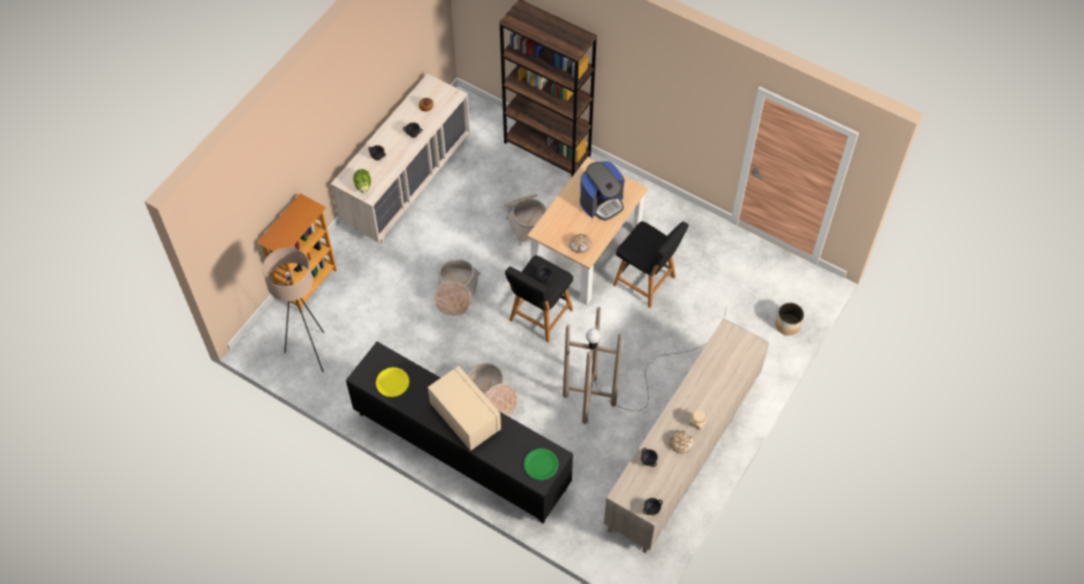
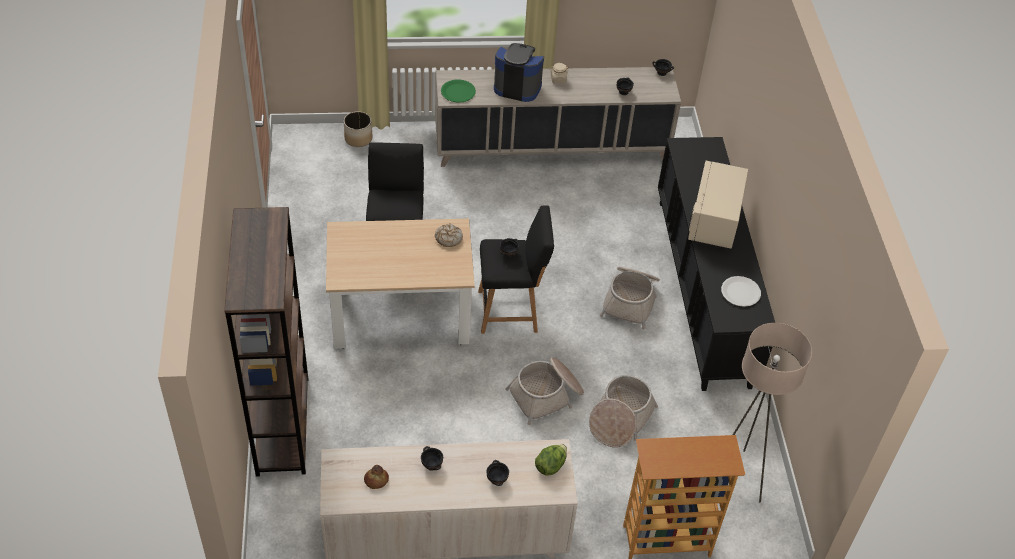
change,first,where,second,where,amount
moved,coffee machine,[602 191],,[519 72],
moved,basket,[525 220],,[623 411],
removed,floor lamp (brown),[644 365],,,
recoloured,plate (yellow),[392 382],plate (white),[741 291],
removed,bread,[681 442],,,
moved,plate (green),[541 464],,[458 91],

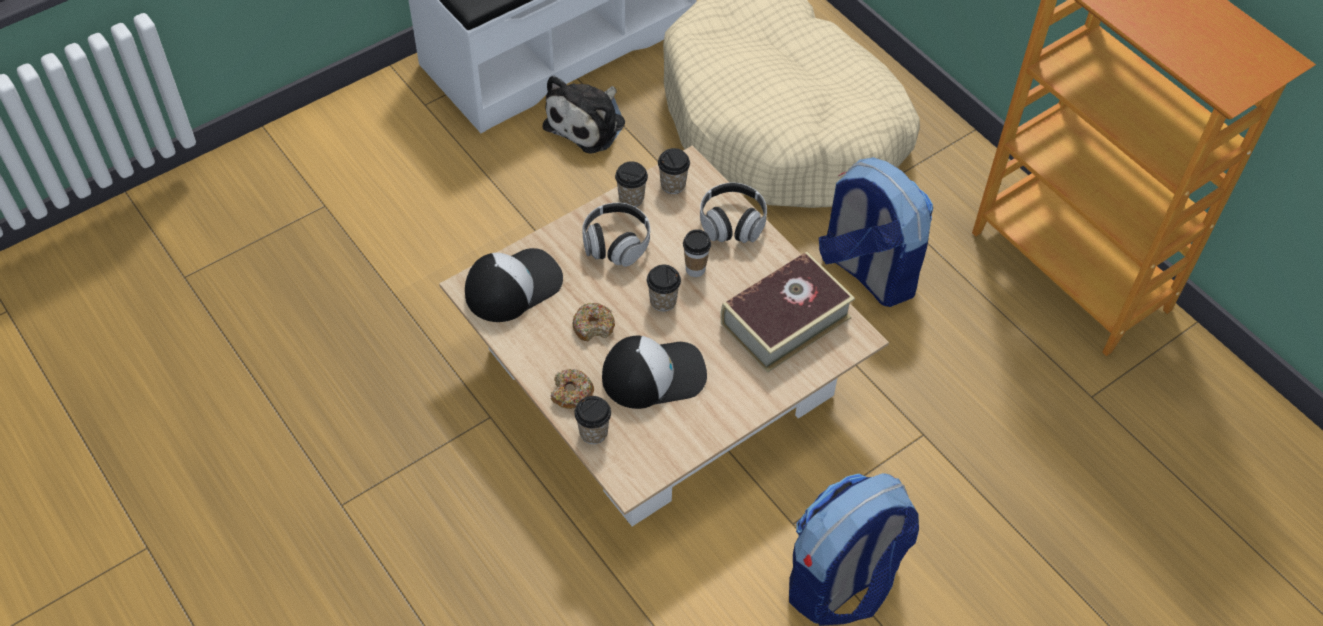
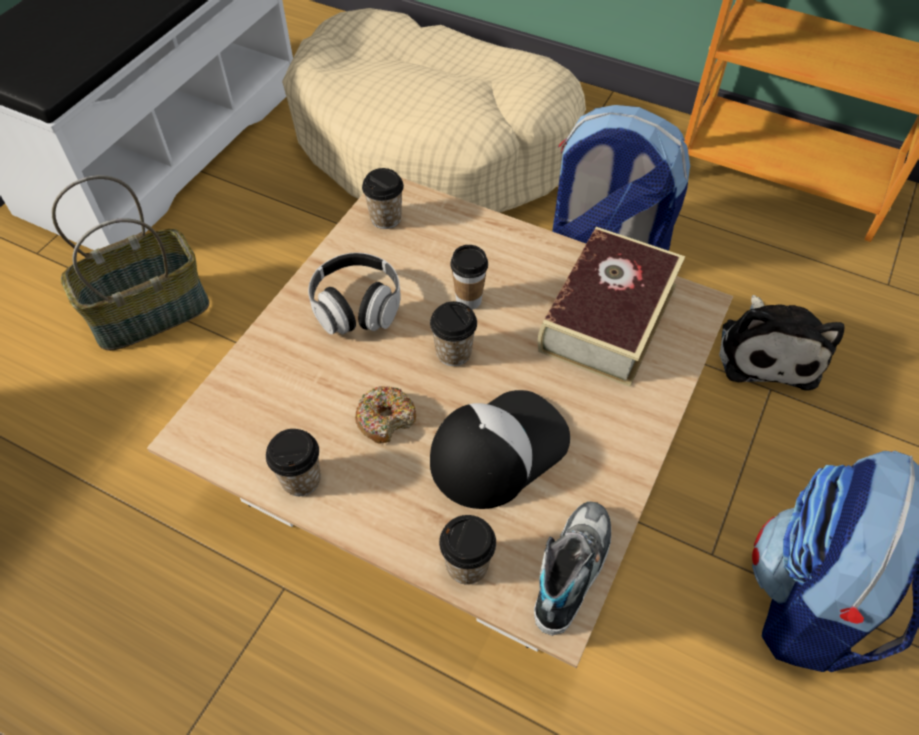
change,first,where,second,where,amount
moved,plush toy,[584 115],,[781 343],
moved,cup,[631 184],,[293 462],
removed,headphones,[733 212],,,
removed,cap,[514 285],,,
removed,donut,[572 389],,,
added,,,basket,[130 263],
added,,,shoe,[572 569],

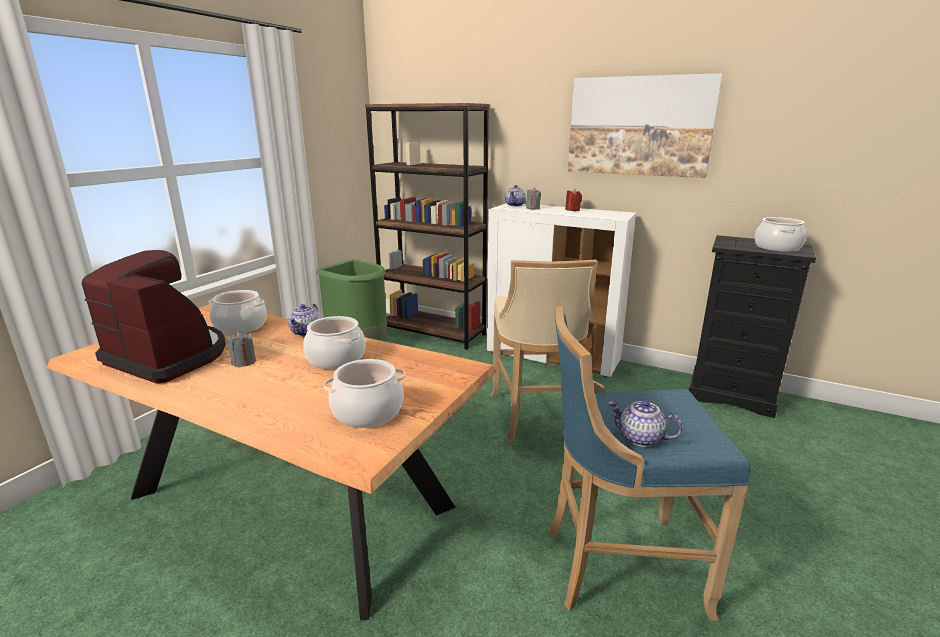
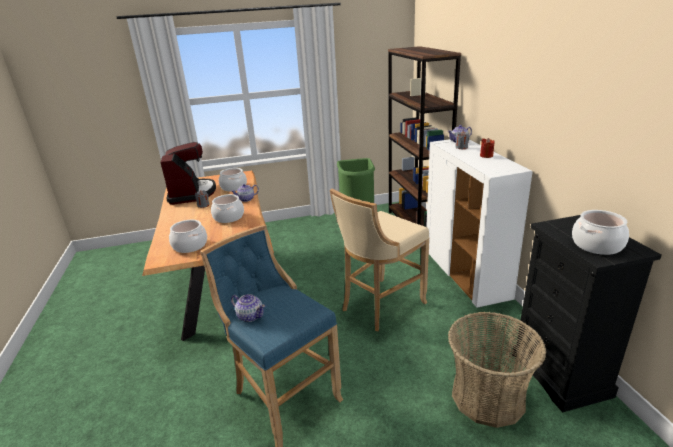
change,first,where,second,where,amount
removed,picture,[645 125],,,
turned,teapot,[645 423],,[248 308],135 degrees clockwise
added,,,basket,[497 370],

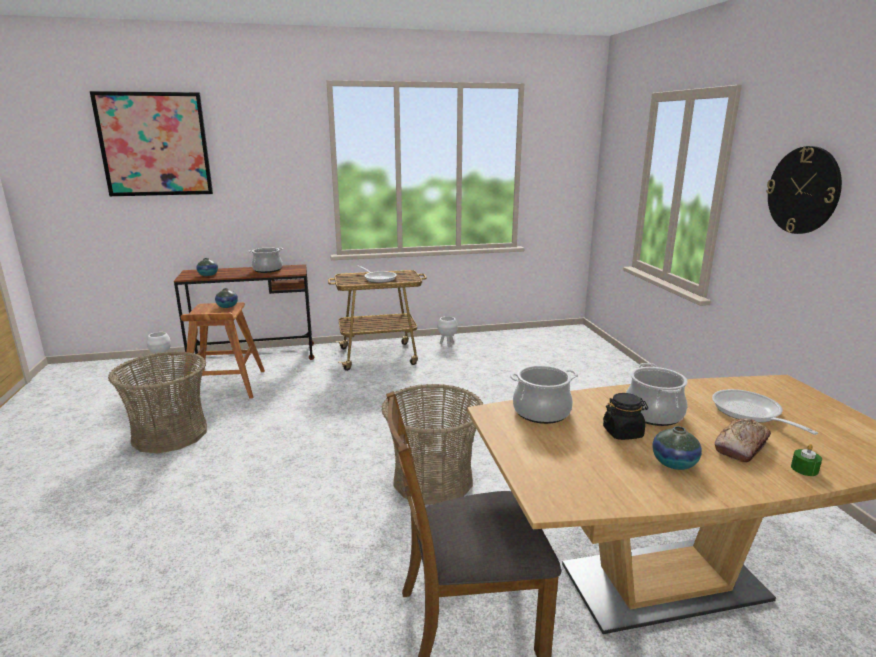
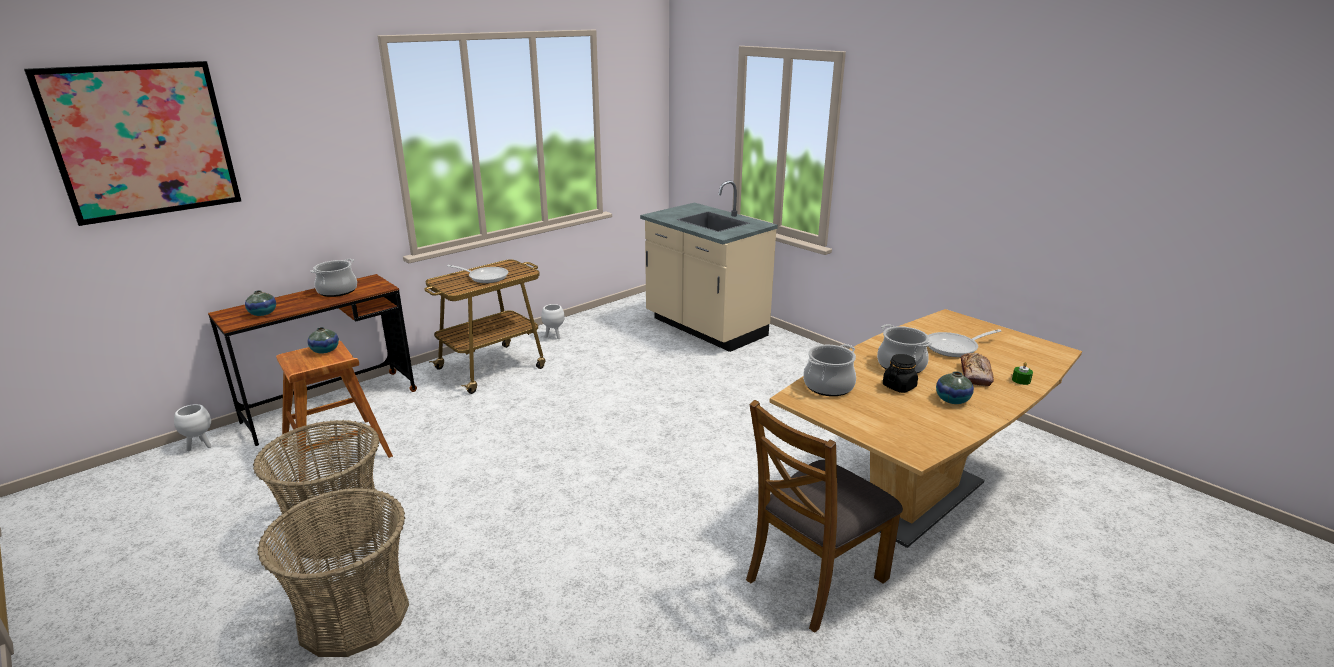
change,first,where,second,where,amount
removed,wall clock,[804 190],,,
moved,basket,[432 444],,[333 572],
turned,frying pan,[765 412],,[964 343],60 degrees counterclockwise
added,,,counter (beige),[709 266],

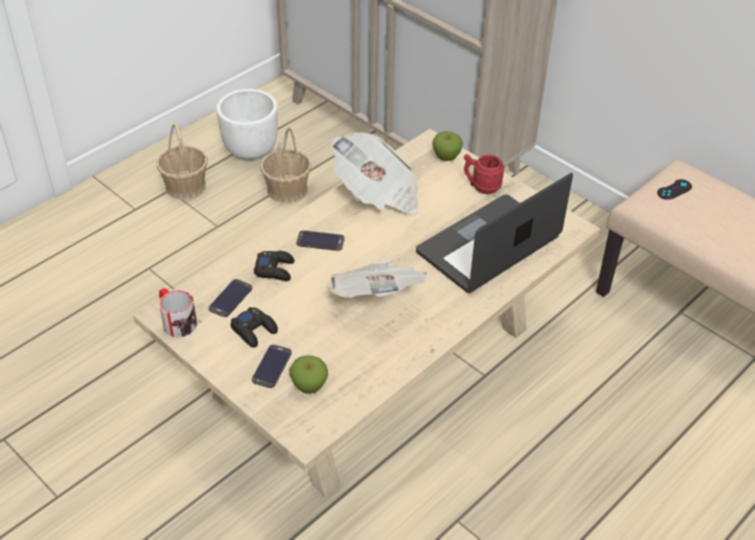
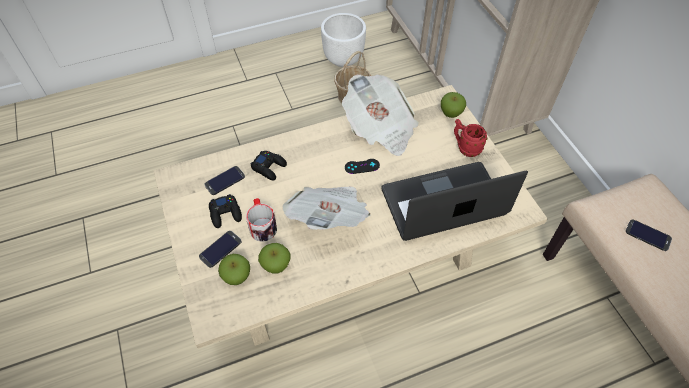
change,first,where,second,where,amount
removed,basket,[182 161],,,
moved,game controller (black),[674 189],,[362 166],
moved,phone,[320 240],,[649 235],
moved,mug,[178 312],,[261 220],
added,,,apple,[274 258],

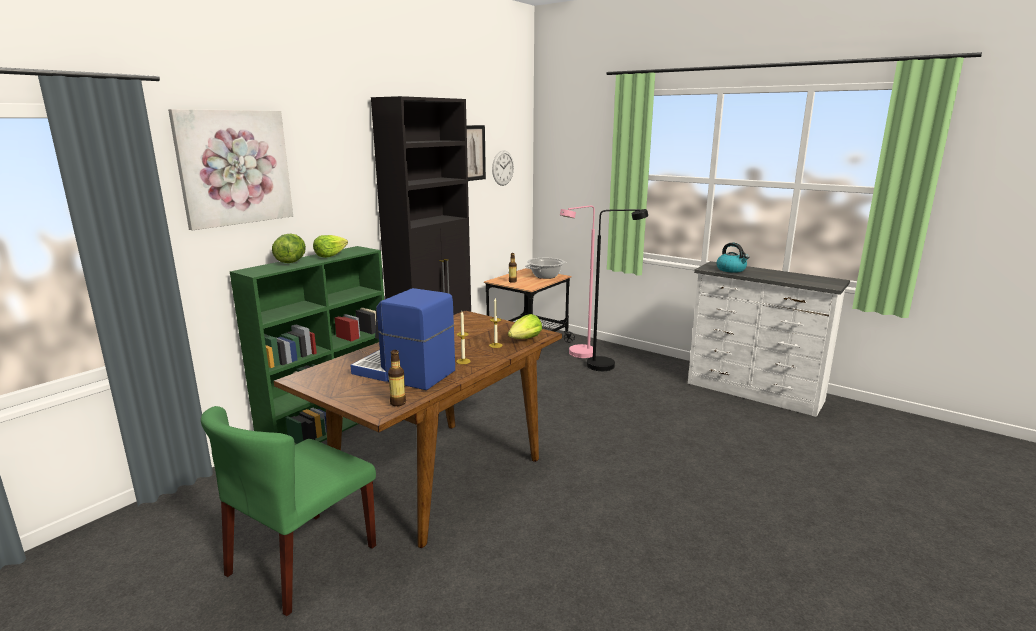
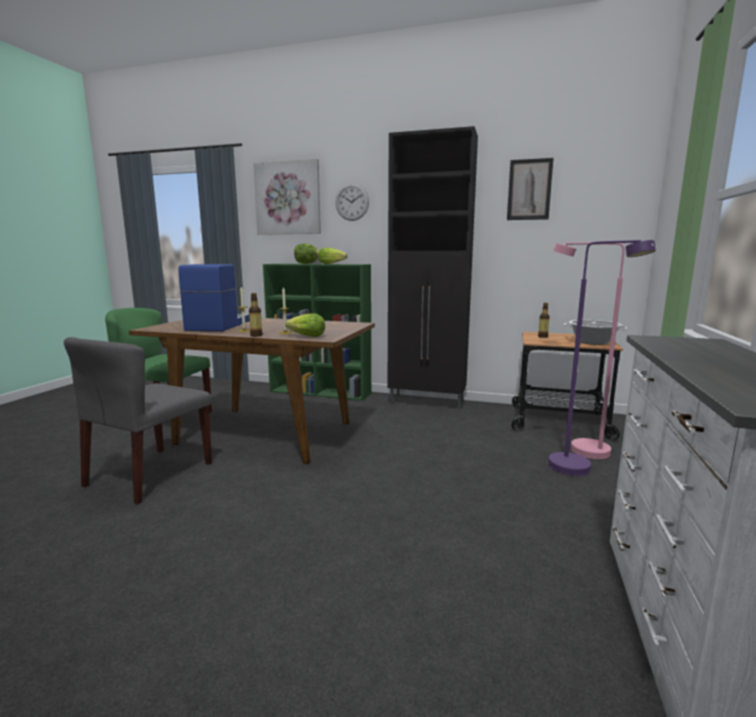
change,first,where,second,where,amount
moved,wall clock,[503 168],,[352 202],
recoloured,floor lamp (black),[617 290],floor lamp (purple),[602 358],
removed,kettle,[733 257],,,
moved,bottle,[397 378],,[255 315],
added,,,chair (grey),[138 421],

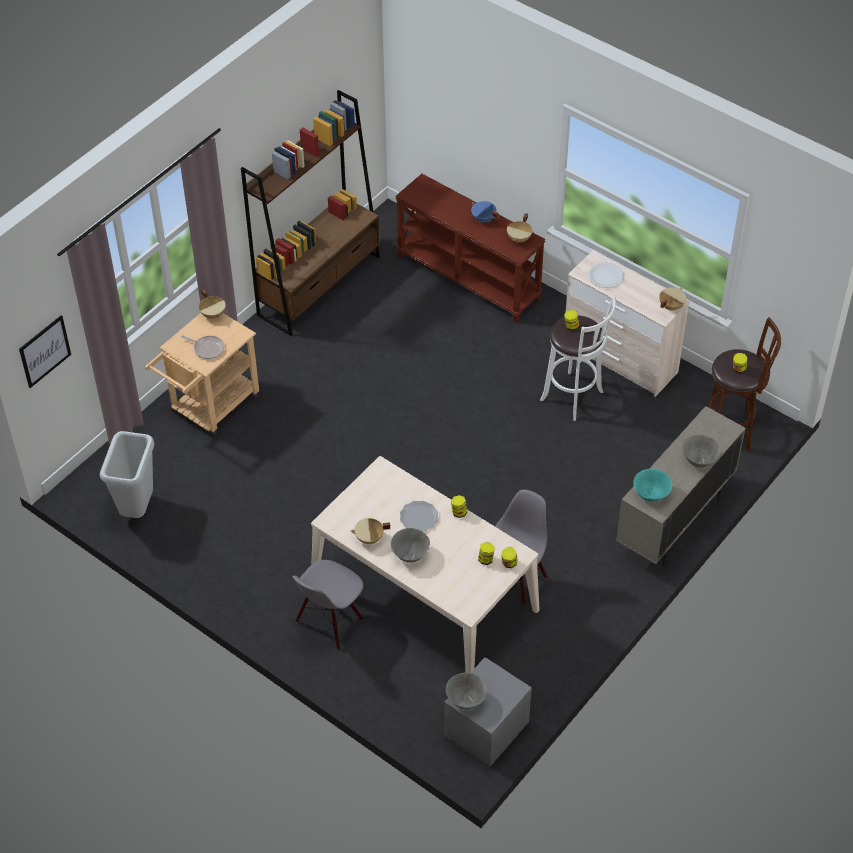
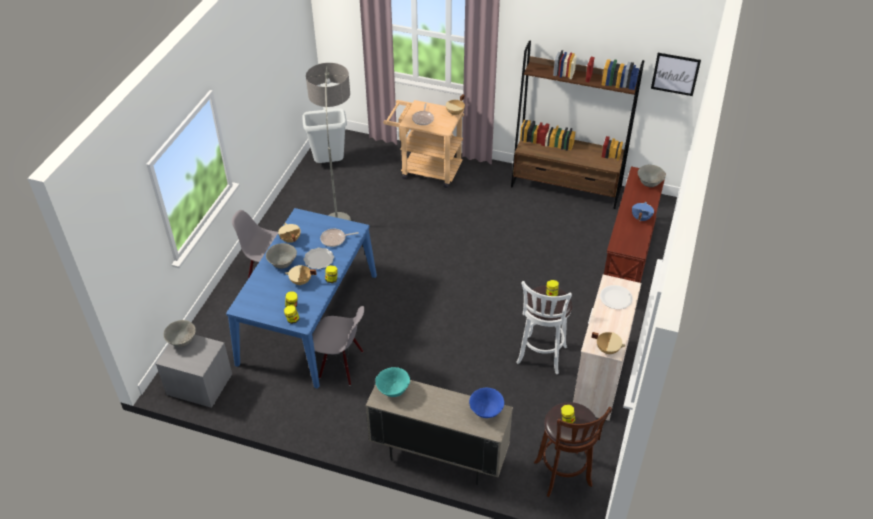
change,first,where,second,where,amount
moved,cooking pot (beige),[519 228],,[301 275],
moved,picture,[45 351],,[676 74],
moved,bowl (grey),[701 451],,[652 176],
recoloured,dining table (beige),[425 564],dining table (blue),[301 298],
added,,,floor lamp,[328 142],
added,,,frying pan,[339 238],
added,,,bowl (blue),[486 403],

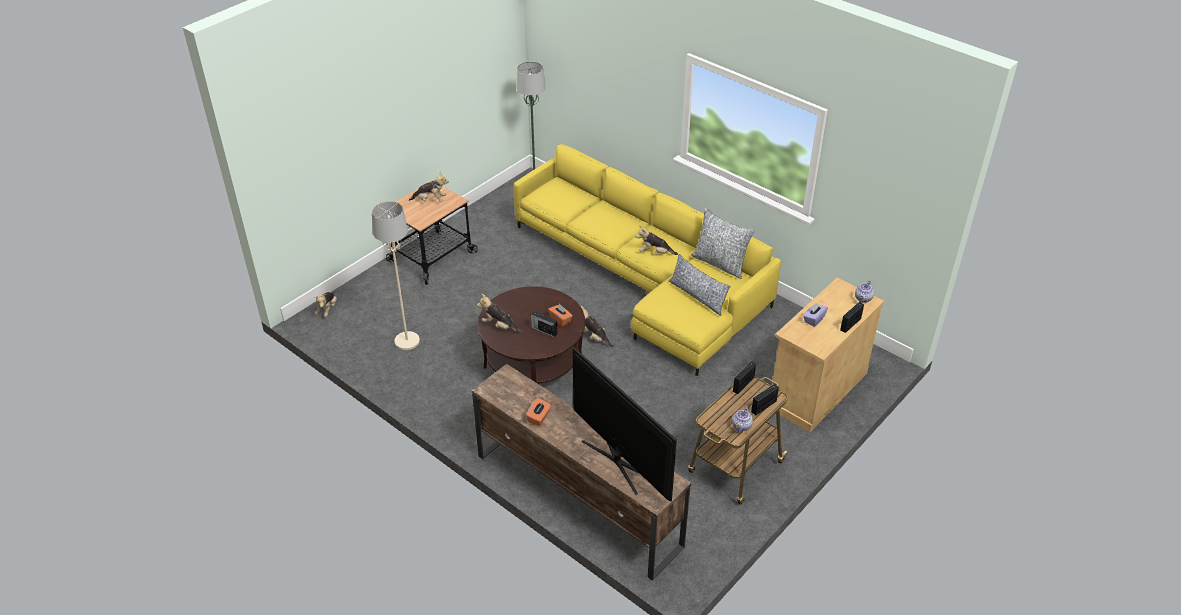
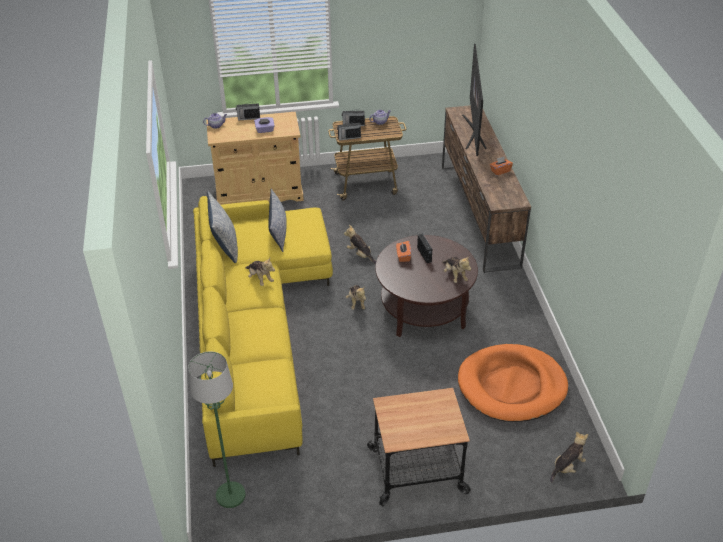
change,first,where,second,where,amount
moved,plush toy,[429 187],,[360 244],
replaced,floor lamp (beige),[396 275],dog bed (orange),[513 383],

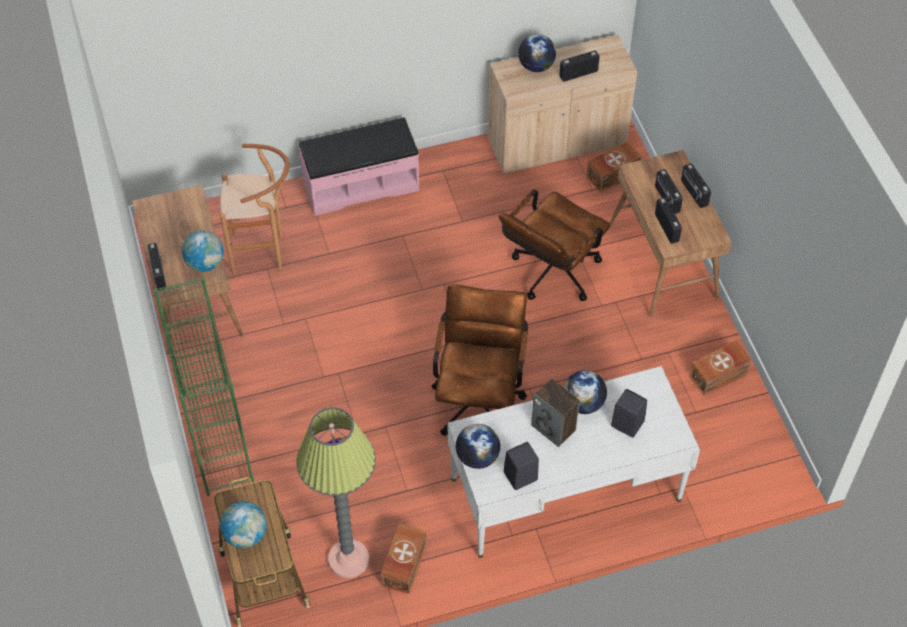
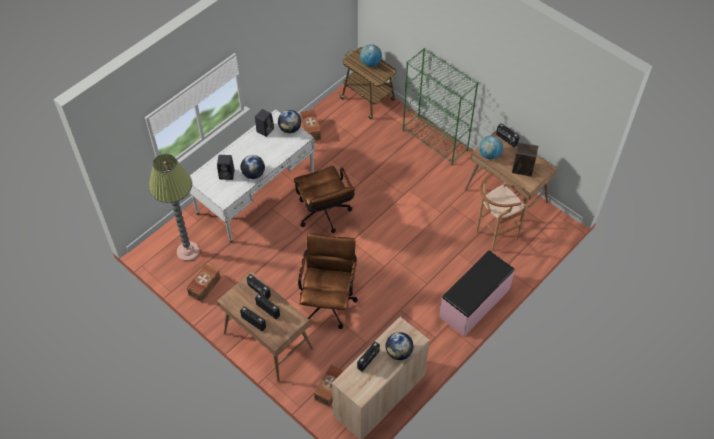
change,first,where,second,where,amount
moved,speaker,[555 413],,[525 159],
moved,floor lamp,[336 492],,[174 207],

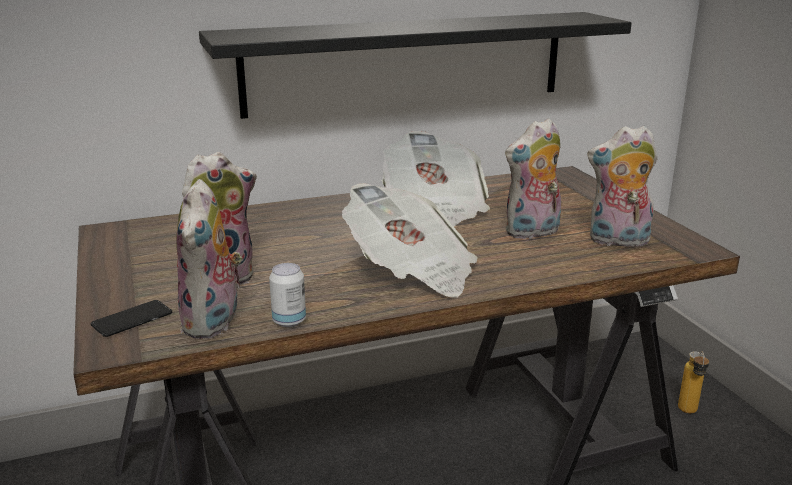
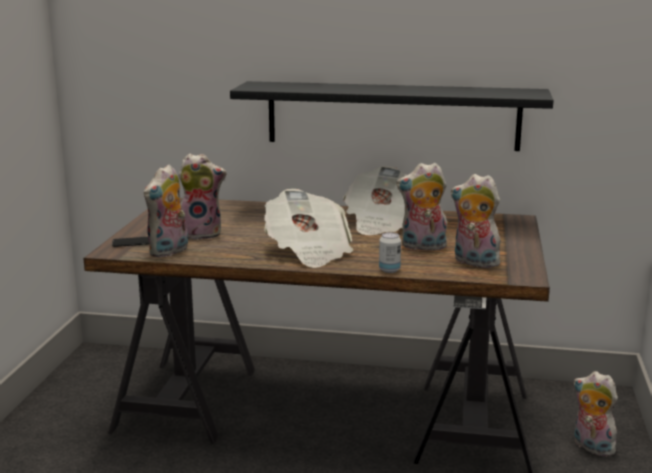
change,first,where,second,where,amount
moved,can,[287 295],,[390 252],
replaced,bottle,[693 382],plush toy,[596 413],

